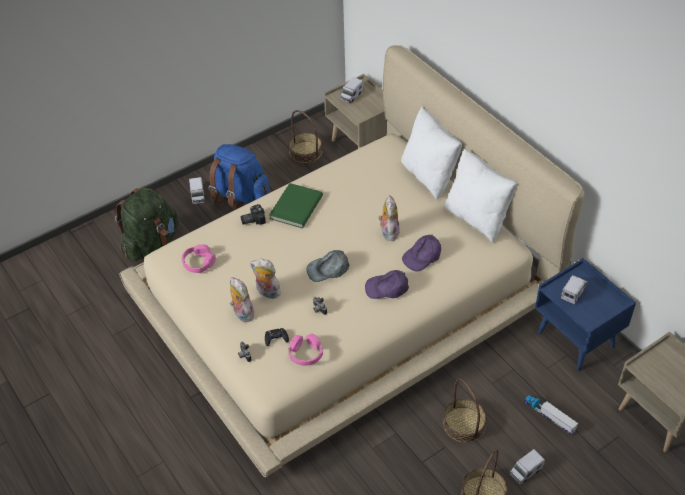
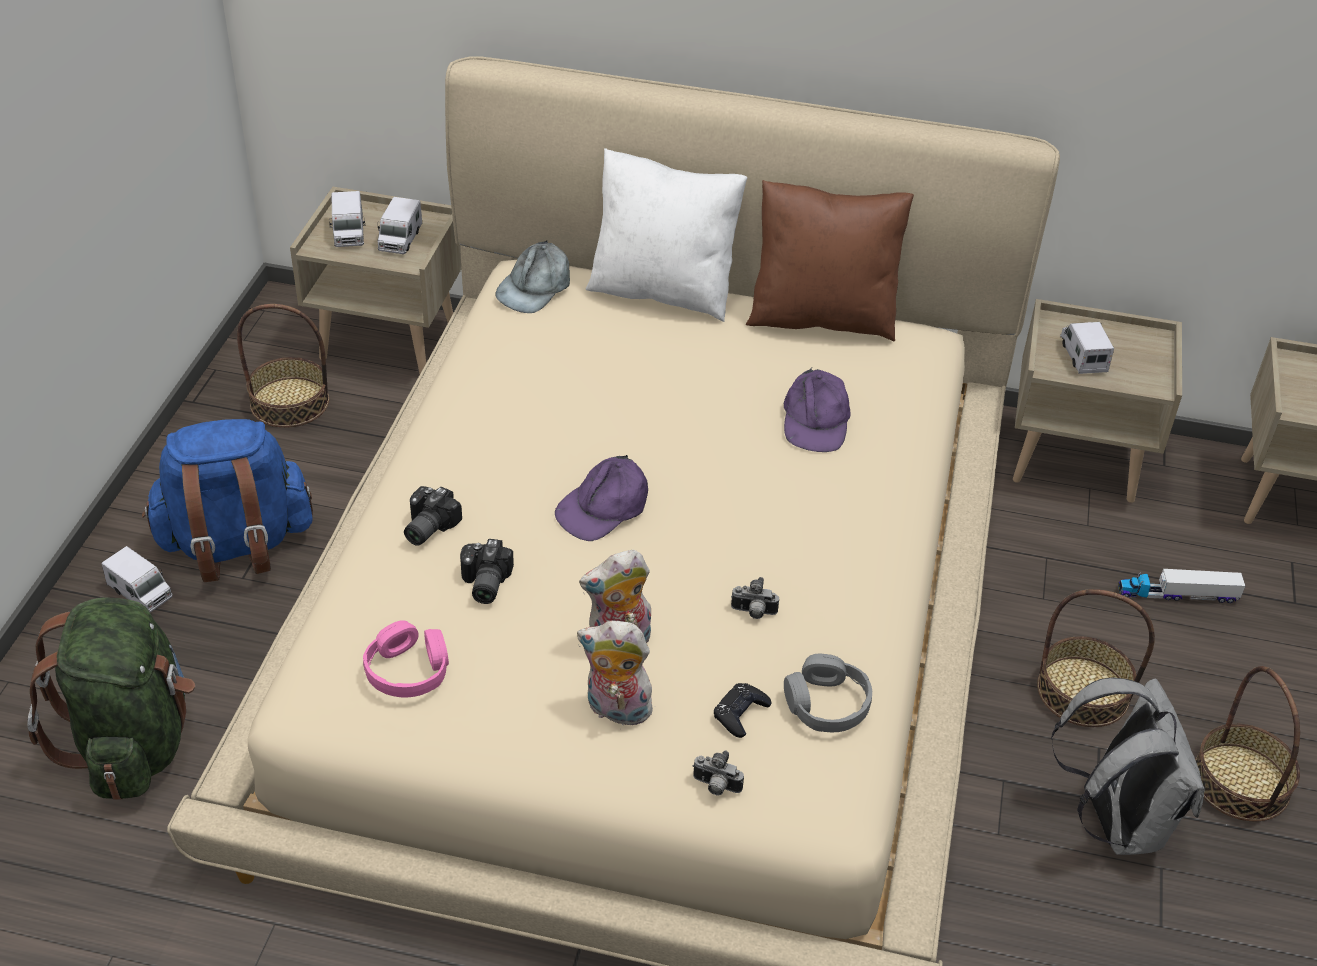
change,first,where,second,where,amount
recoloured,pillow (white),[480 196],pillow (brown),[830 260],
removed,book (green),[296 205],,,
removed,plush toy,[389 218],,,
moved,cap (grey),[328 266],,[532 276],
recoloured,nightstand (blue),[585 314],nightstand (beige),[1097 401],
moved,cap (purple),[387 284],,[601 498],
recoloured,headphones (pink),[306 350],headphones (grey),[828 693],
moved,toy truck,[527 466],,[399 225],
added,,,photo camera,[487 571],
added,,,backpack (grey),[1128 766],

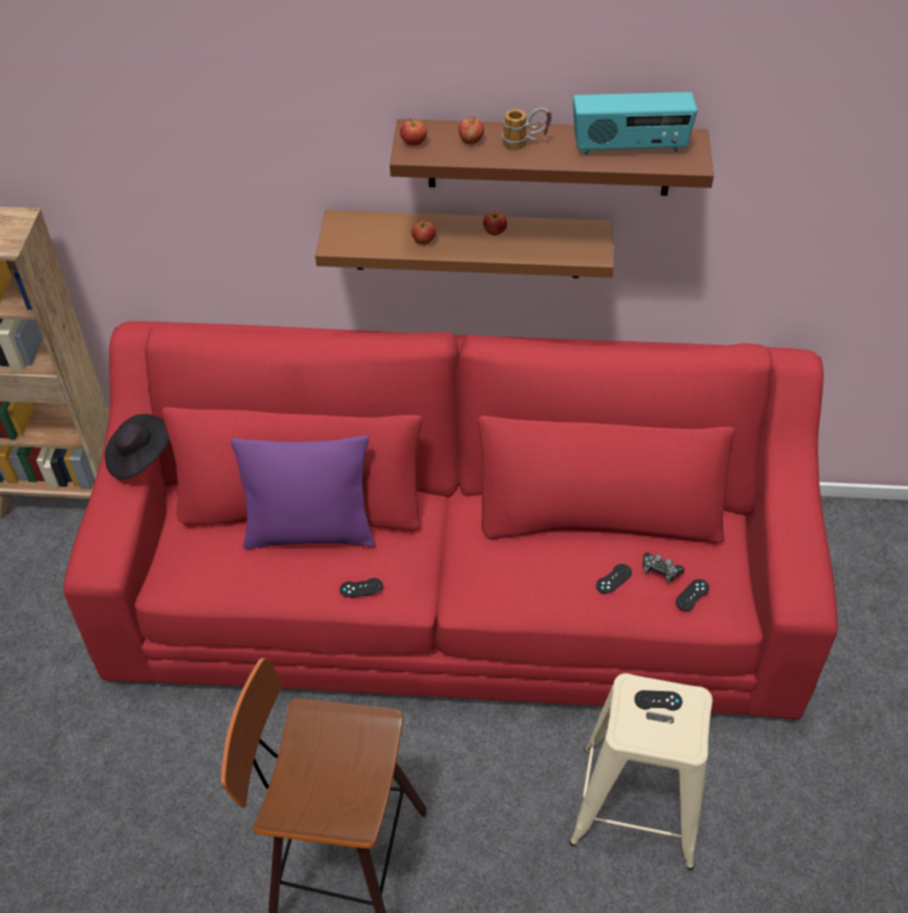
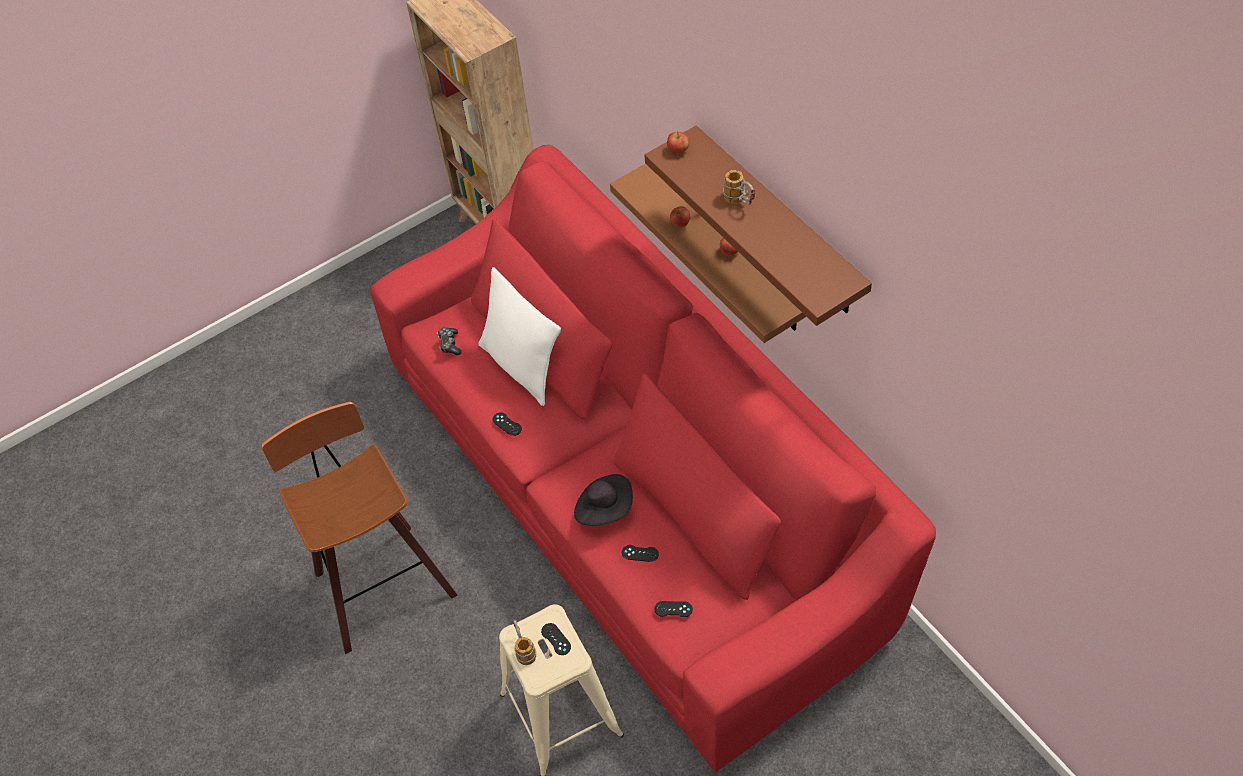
change,first,where,second,where,amount
removed,radio,[635 123],,,
removed,apple,[471 131],,,
moved,hat (black),[137 447],,[603 499],
recoloured,pillow (purple),[303 492],pillow (white),[519 336],
moved,game controller,[663 567],,[449 341],
added,,,mug,[524 642],

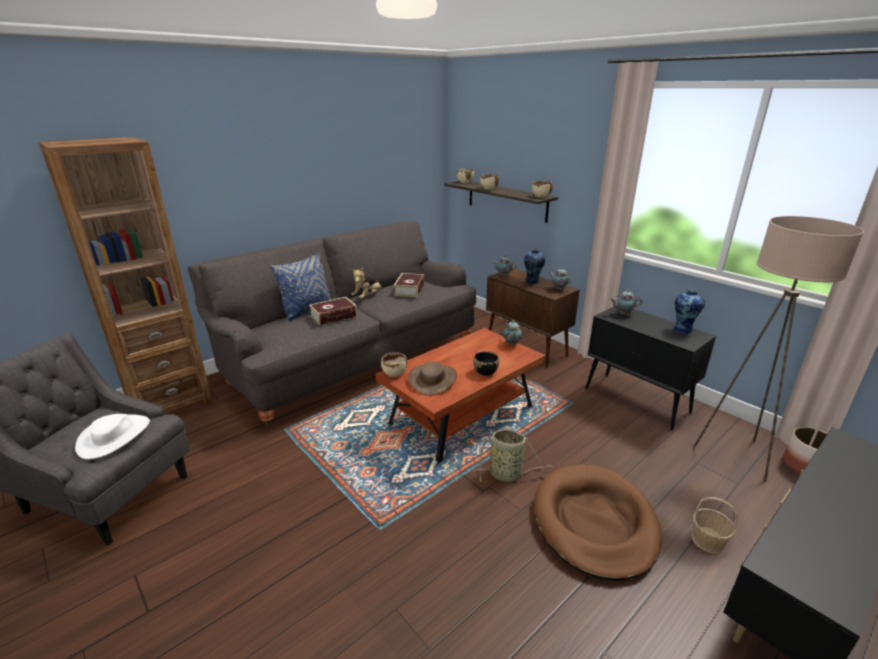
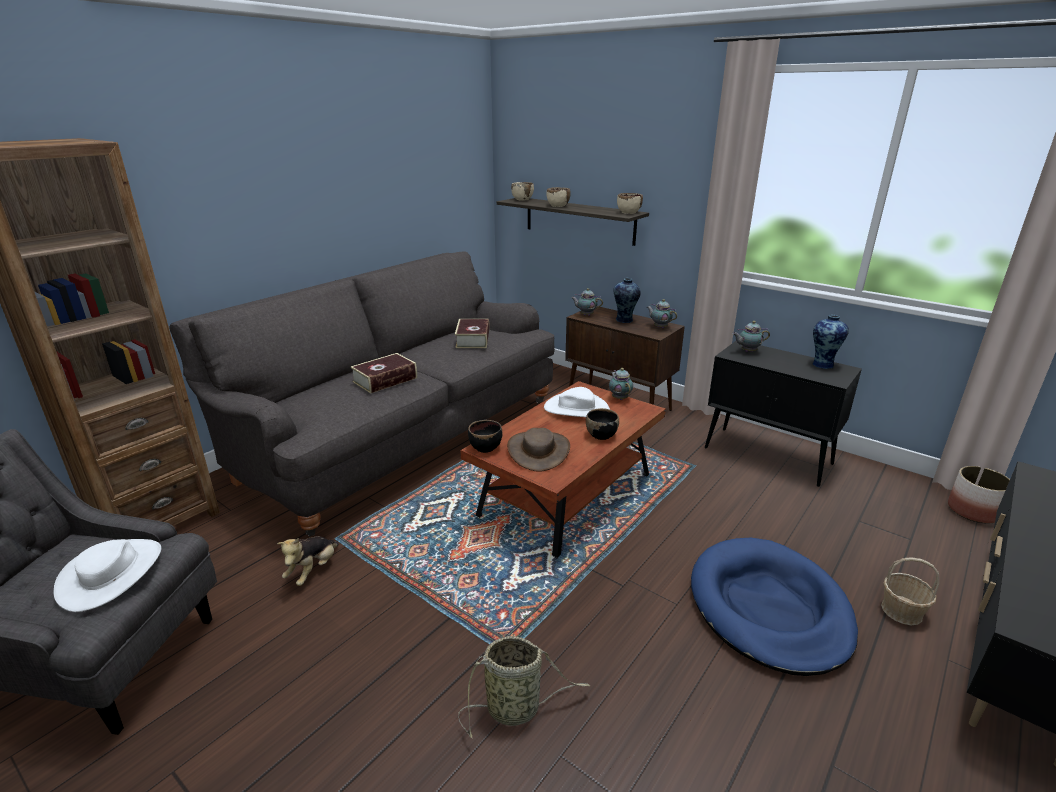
change,first,where,second,where,amount
removed,floor lamp (beige),[779 349],,,
removed,pillow (blue),[300 288],,,
moved,plush toy,[367 283],,[308 561],
recoloured,bowl (beige),[394 364],bowl (black),[485 436],
moved,basket,[513 455],,[524 687],
recoloured,dog bed (brown),[598 522],dog bed (blue),[774 606],
added,,,hat (white),[577 402],

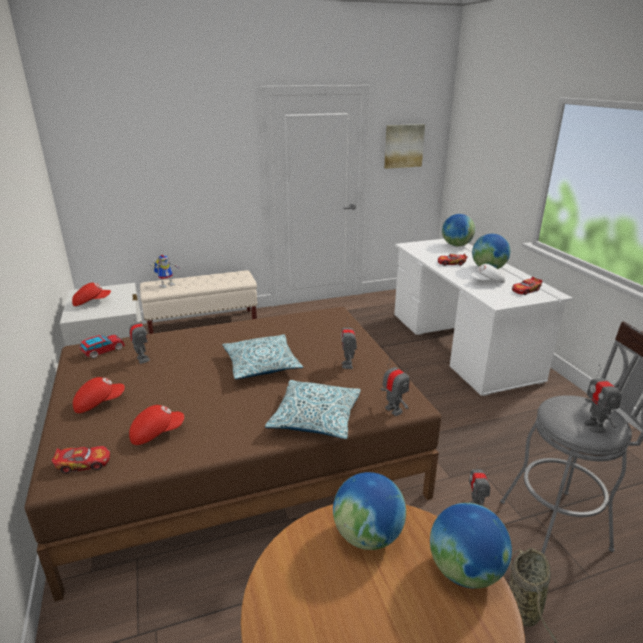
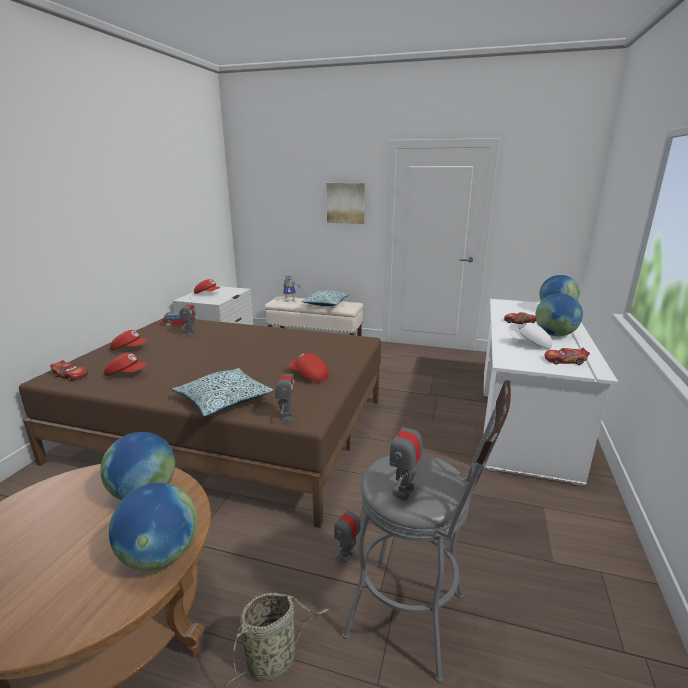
change,first,where,second,where,amount
moved,picture,[404 146],,[346 203],
replaced,toy robot,[349 343],cap (red),[309 367],
moved,pillow,[262 356],,[325 298],

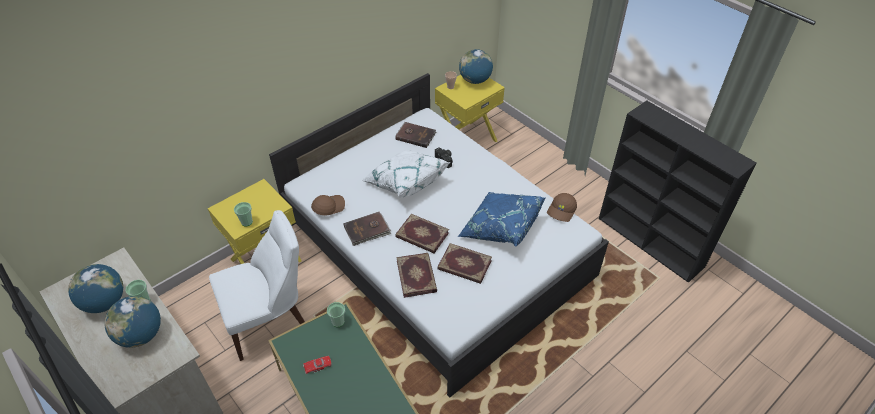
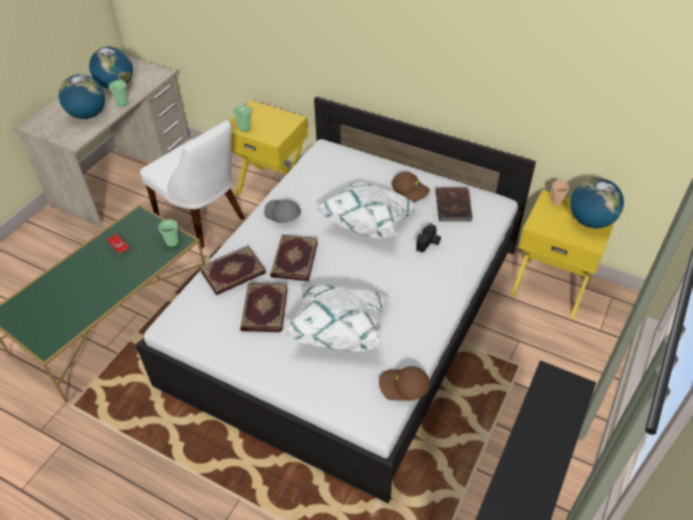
change,first,where,second,where,amount
recoloured,pillow (blue),[501 219],pillow (white),[336 318],
moved,cap (brown),[328 205],,[411 187],
replaced,book (brown),[367 229],cap (grey),[282 211],

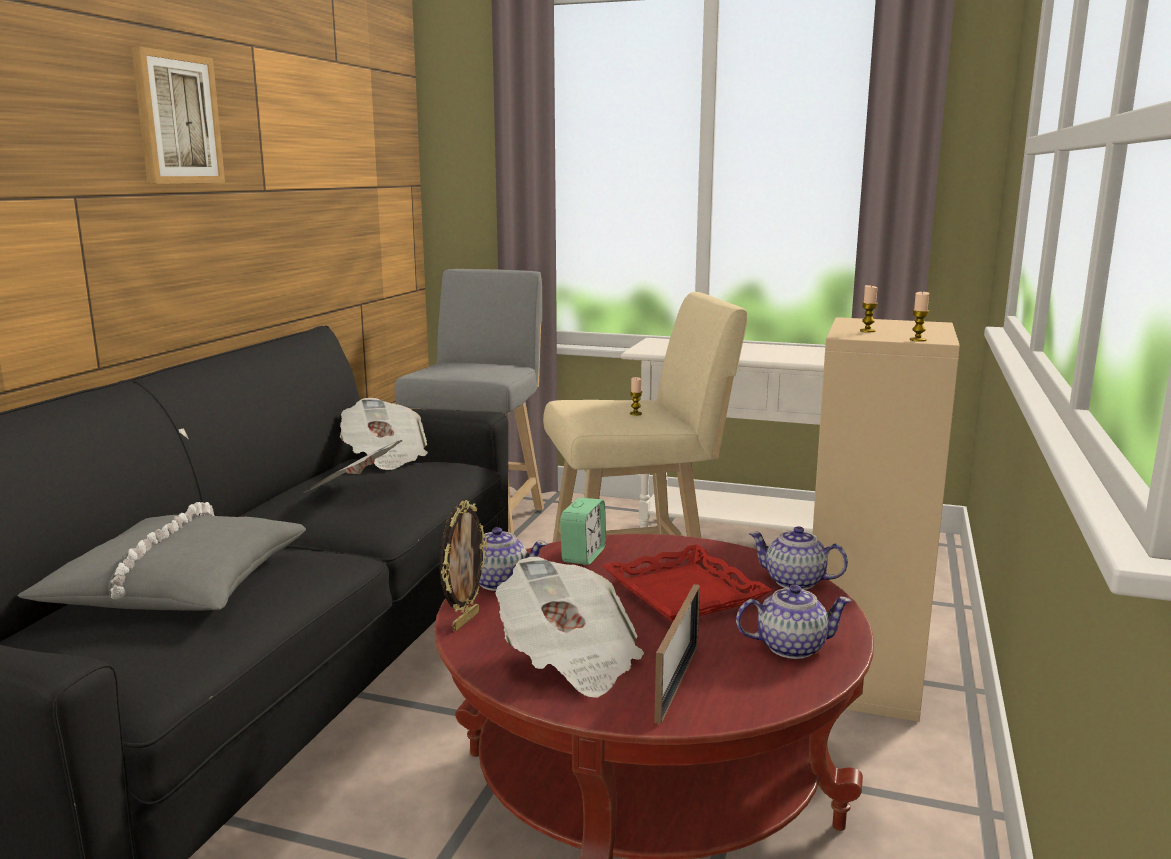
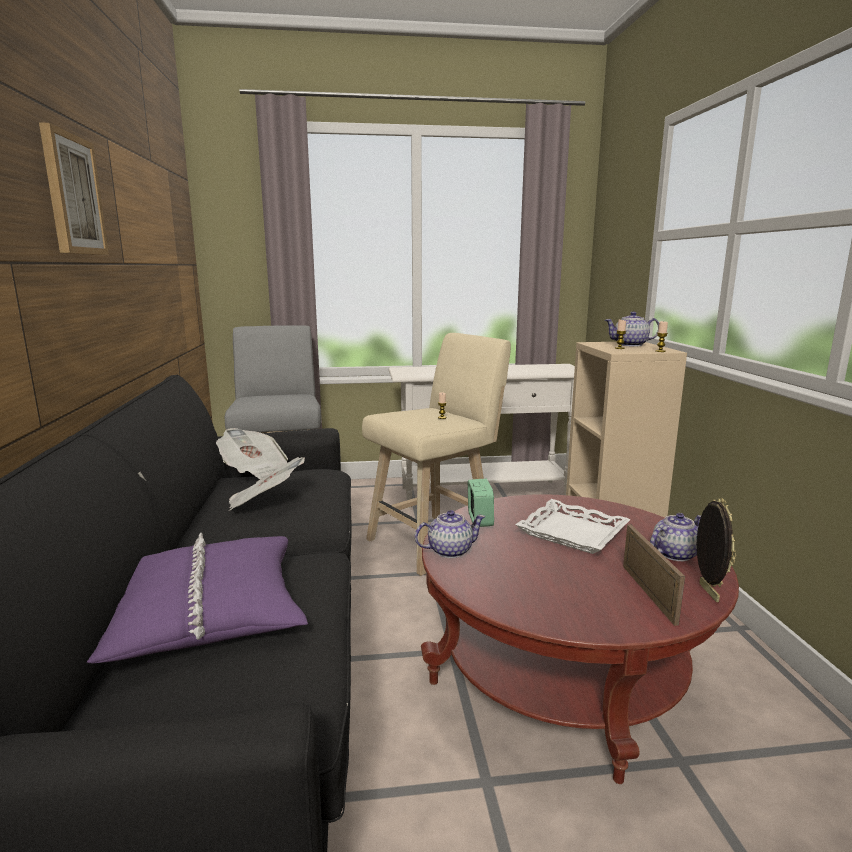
change,first,where,second,where,amount
moved,picture frame,[463 565],,[716 550],
recoloured,pillow (grey),[161 556],pillow (purple),[197 598],
moved,teapot,[798 558],,[632 329],
recoloured,tray (red),[687 583],tray (white),[572 526],
removed,newspaper,[569 627],,,

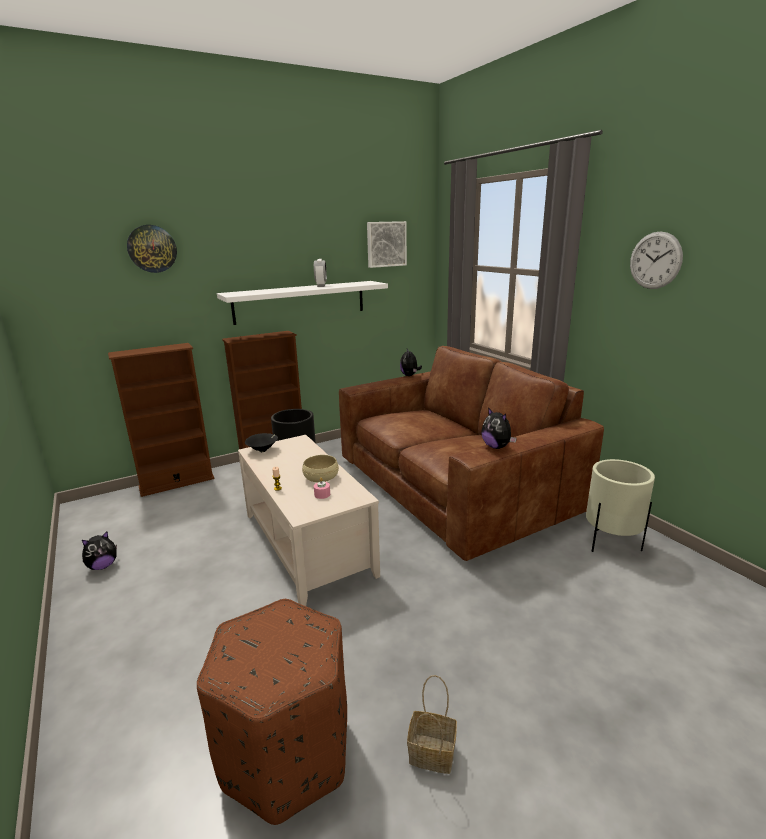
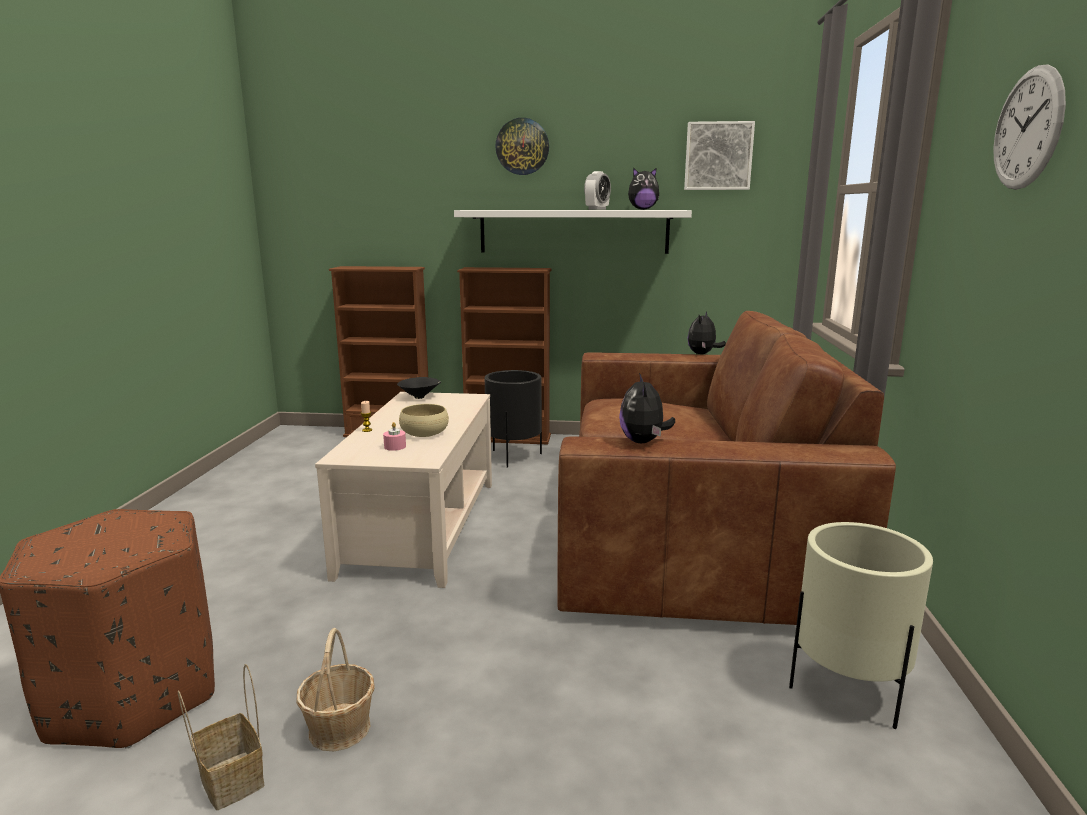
change,first,where,second,where,amount
moved,wall clock,[152 249],,[522 146],
moved,plush toy,[99 550],,[643 189],
added,,,basket,[335 689],

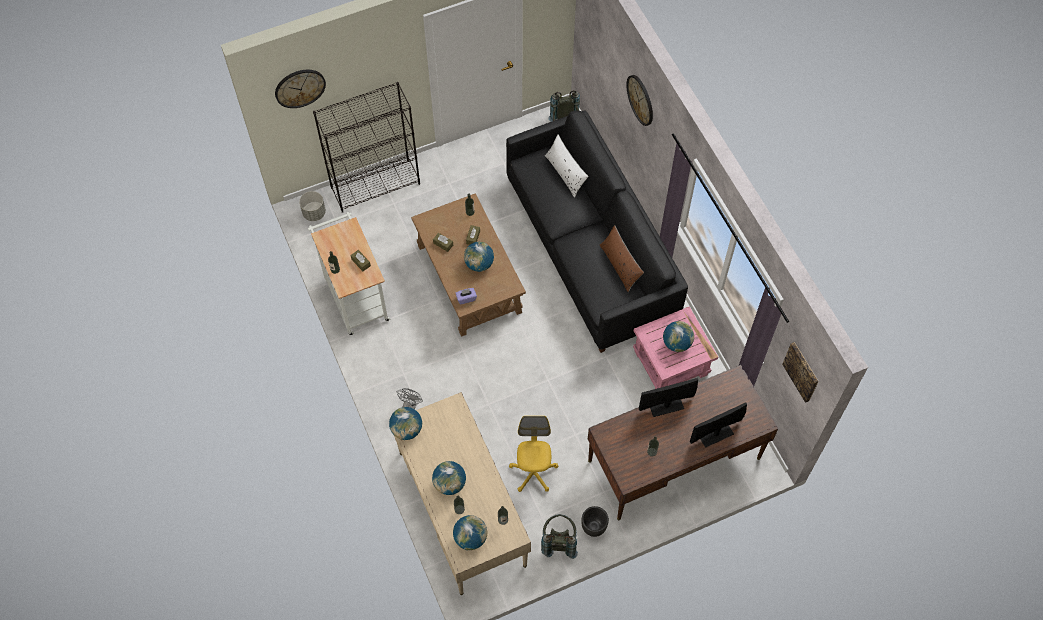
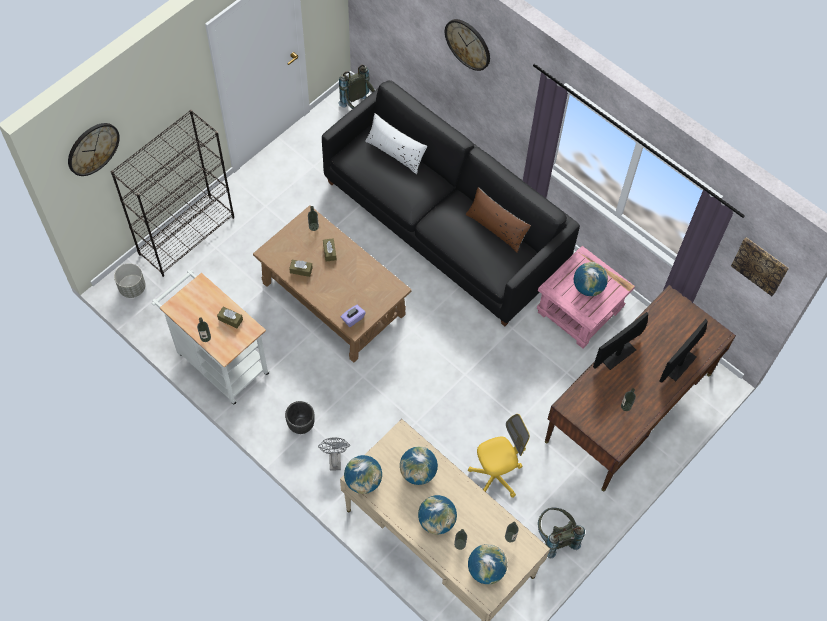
change,first,where,second,where,amount
moved,globe,[479 257],,[419 466],
turned,office chair (yellow),[533 454],,[499 456],90 degrees clockwise
moved,planter (black),[595 521],,[300 417],

